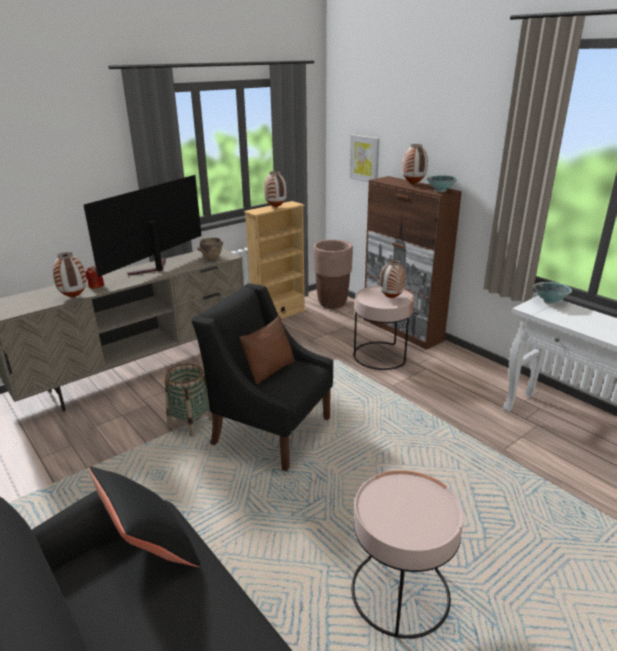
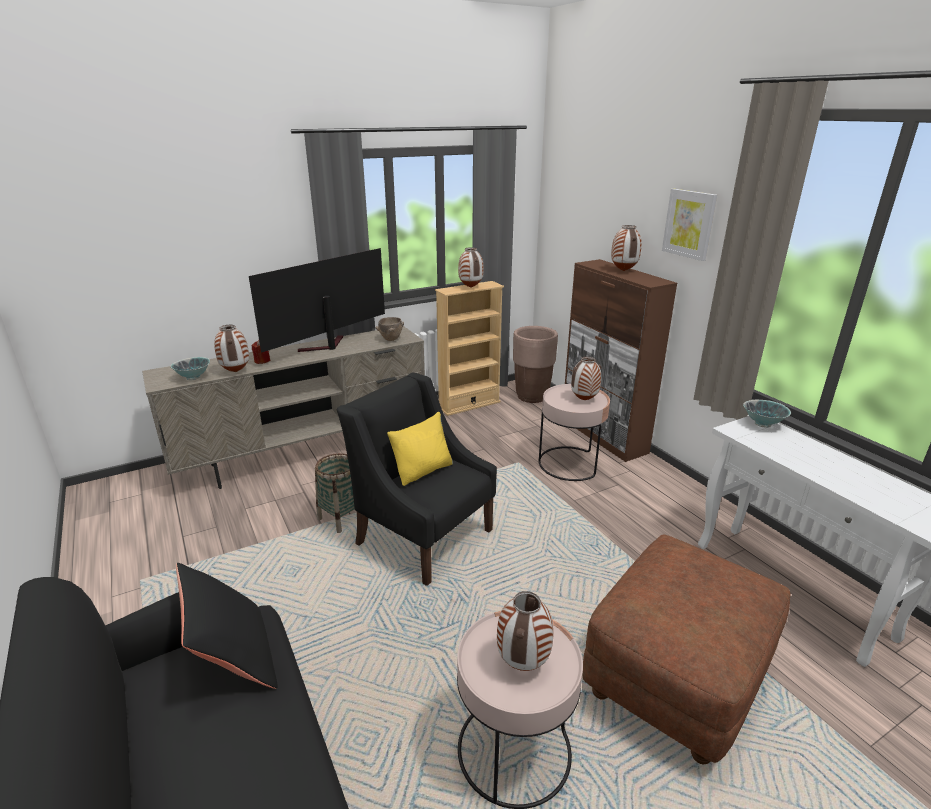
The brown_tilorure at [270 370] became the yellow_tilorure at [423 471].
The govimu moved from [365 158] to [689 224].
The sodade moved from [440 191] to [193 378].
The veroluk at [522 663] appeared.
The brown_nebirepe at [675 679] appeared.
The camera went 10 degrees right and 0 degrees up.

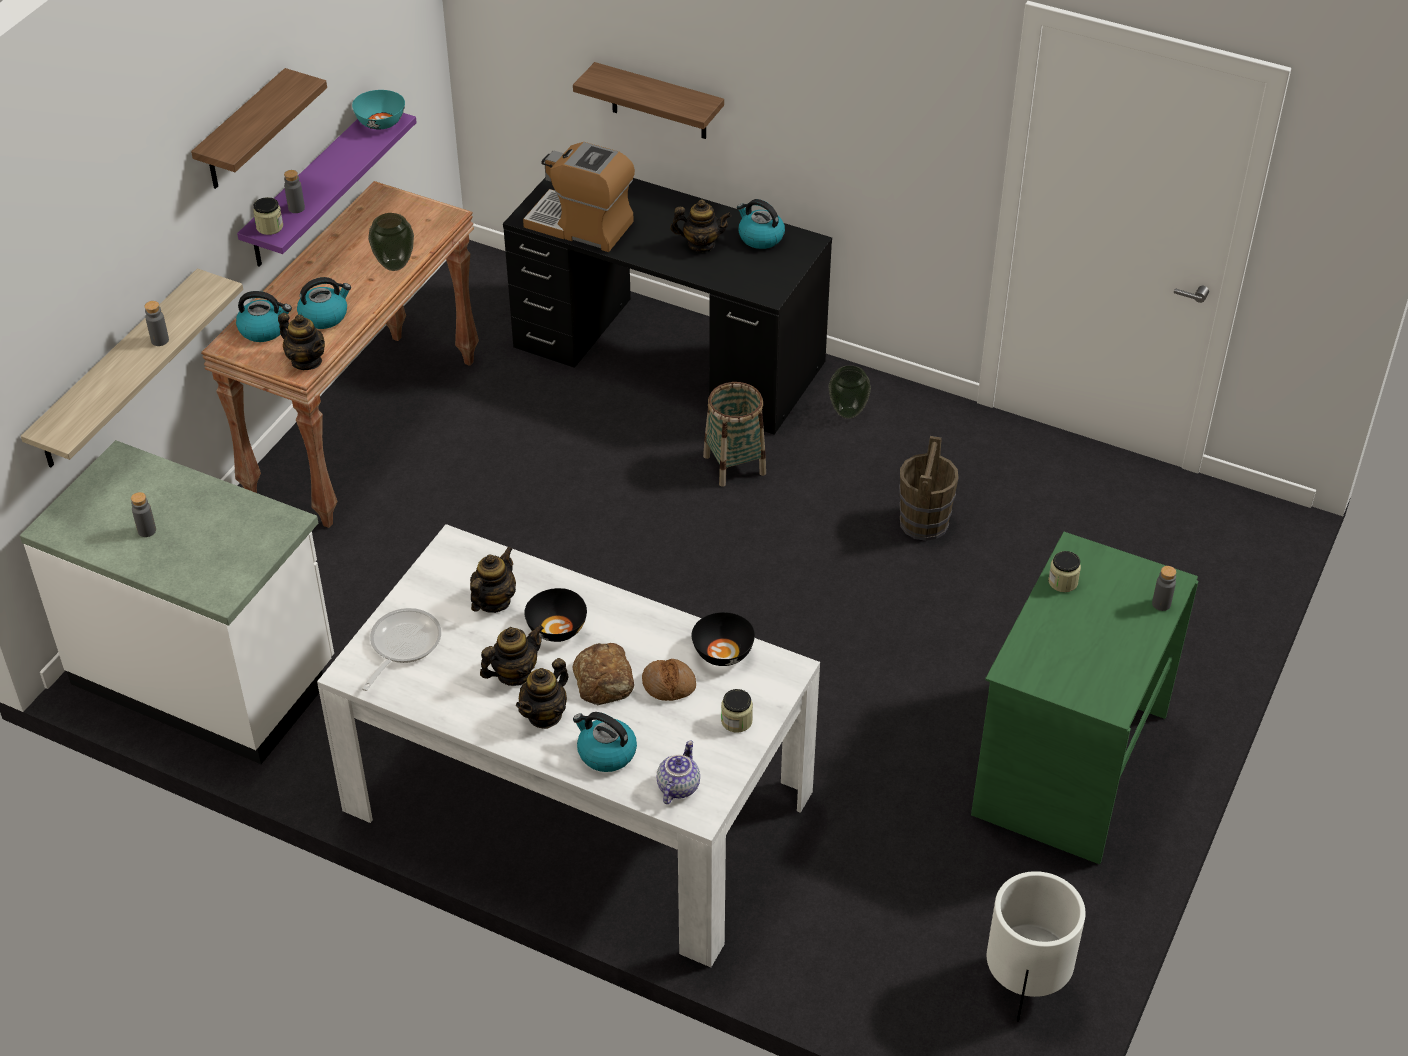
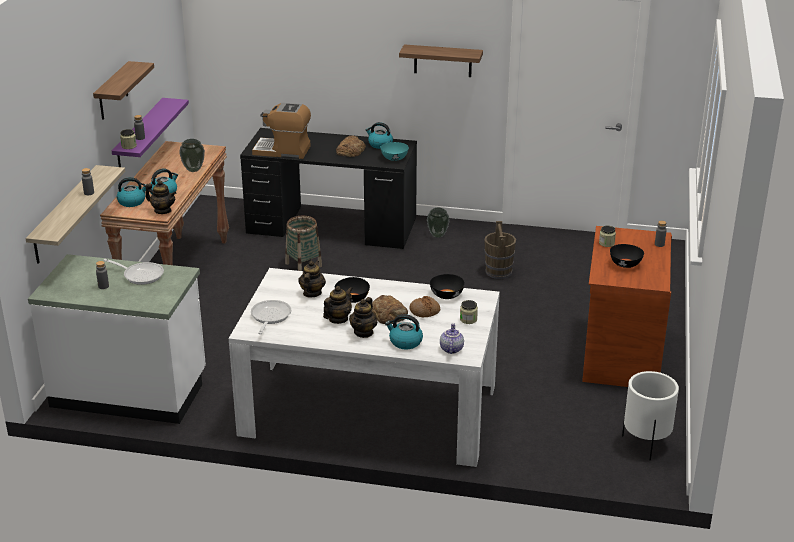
The turquoise_sodade moved from [380 122] to [394 158].
The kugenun moved from [659 102] to [443 61].
The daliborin at [701 244] was replaced by the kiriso at [350 150].
The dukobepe moved from [734 465] to [303 265].
The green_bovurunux at [1068 763] became the brown_bovurunux at [620 353].
The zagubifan at [140 275] appeared.
The black_sodade at [625 264] appeared.
The camera went 15 degrees left and 15 degrees down.

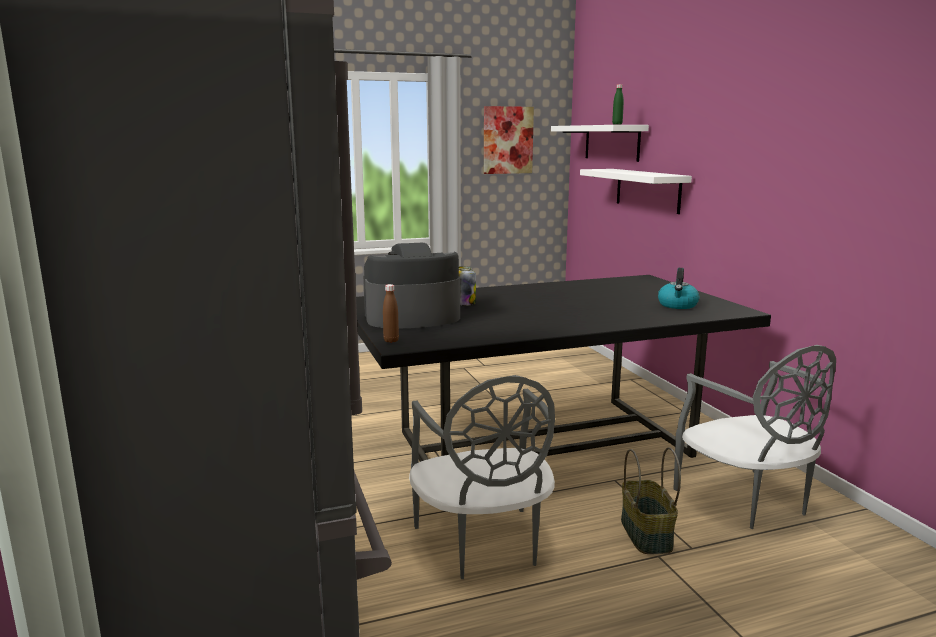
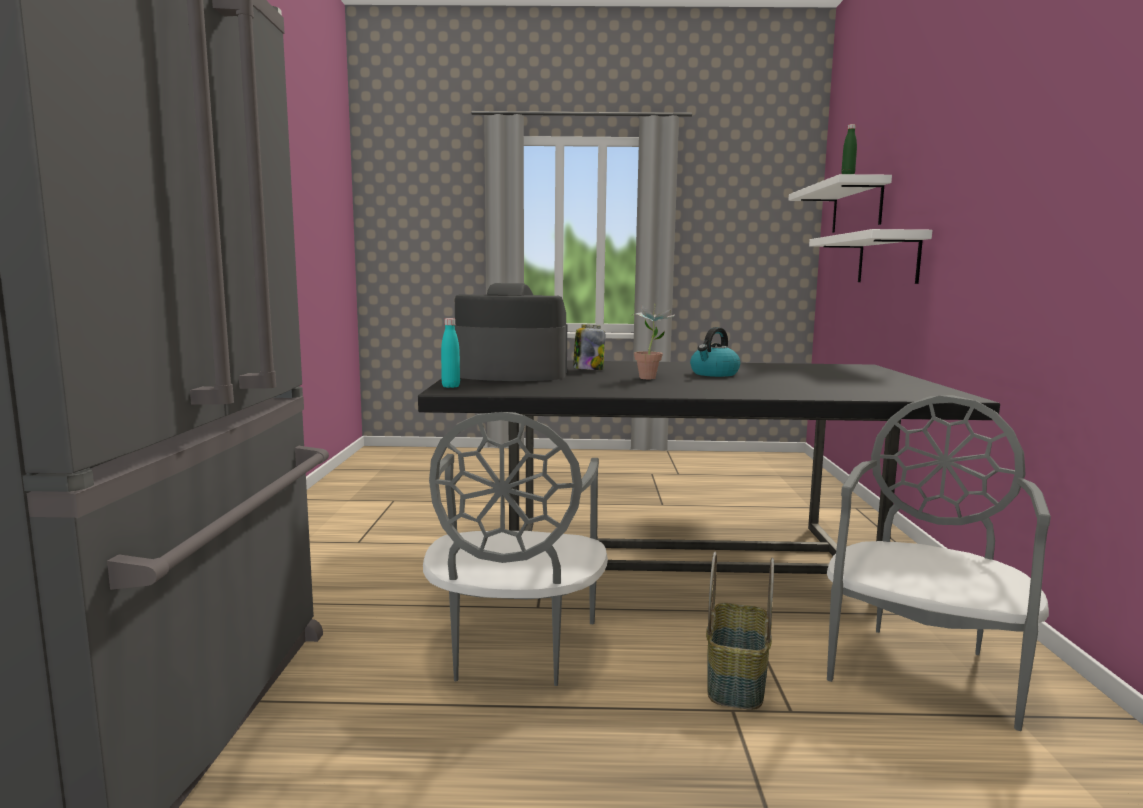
The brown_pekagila at [391 340] became the turquoise_pekagila at [451 386].
The govimu at [507 140] disappeared.
The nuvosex moved from [677 305] to [714 374].
The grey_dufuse at [746 500] turned 150 degrees counterclockwise.
The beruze at [651 377] appeared.
The camera went 20 degrees right and 5 degrees down.

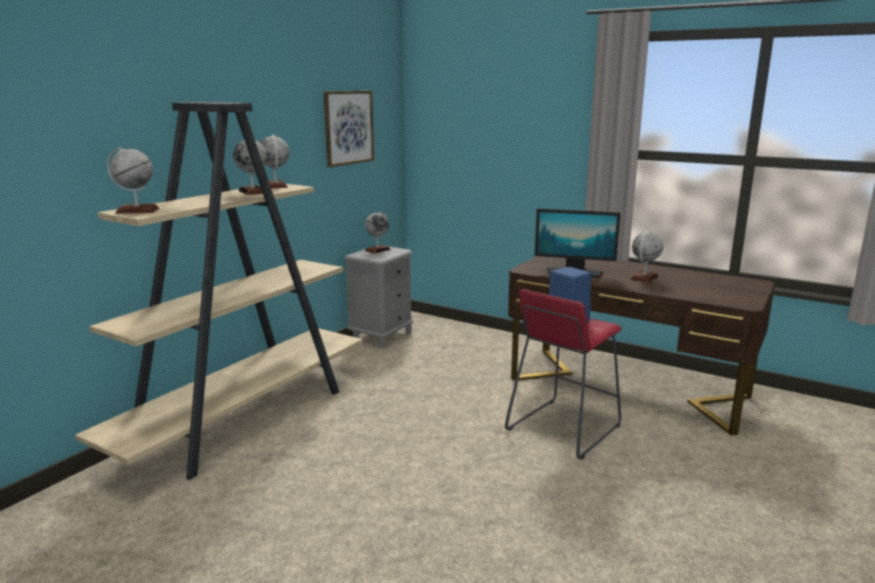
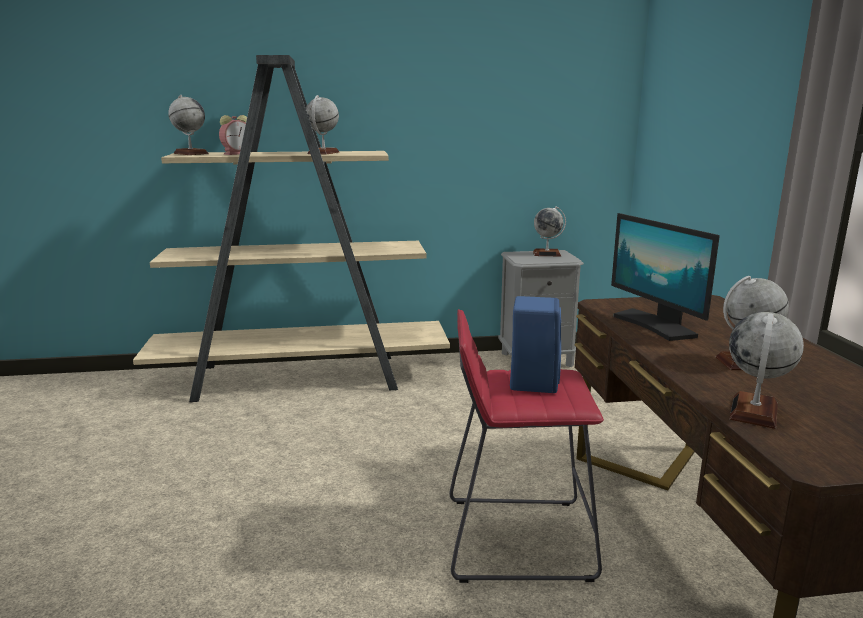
The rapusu moved from [276 186] to [754 412].
The govimu at [348 127] disappeared.
The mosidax at [238 154] appeared.
The camera went 50 degrees right and 0 degrees up.

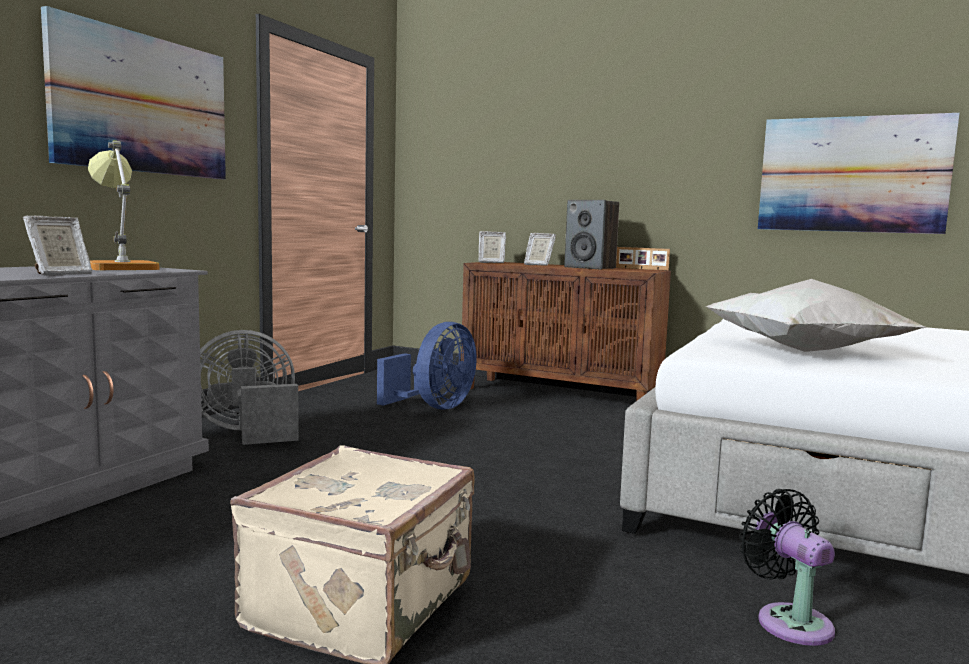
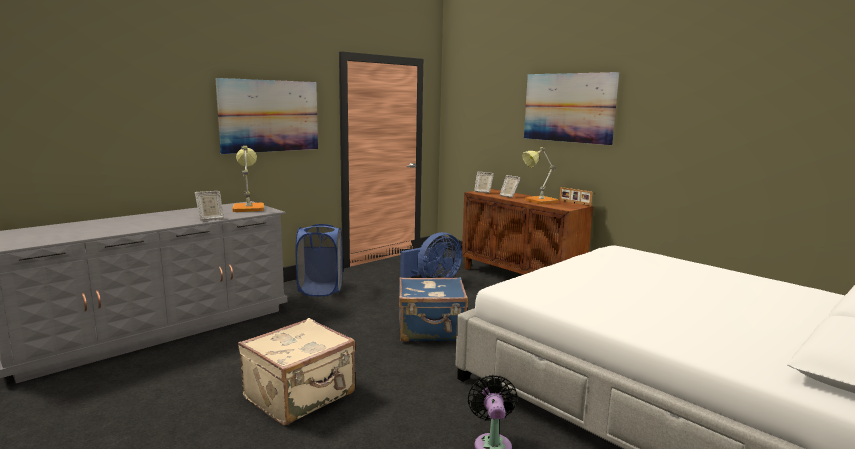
The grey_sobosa at [248 432] was replaced by the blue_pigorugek at [320 290].
The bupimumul at [590 268] was replaced by the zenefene at [538 201].
The white_tilorure at [806 352] disappeared.
The govimu moved from [852 175] to [568 107].
The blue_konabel at [431 331] appeared.
The camera went 20 degrees right and 5 degrees up.

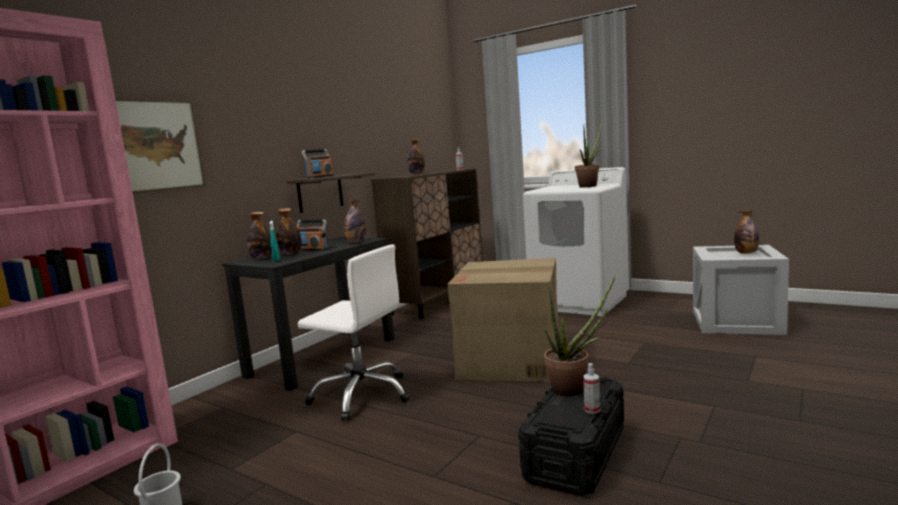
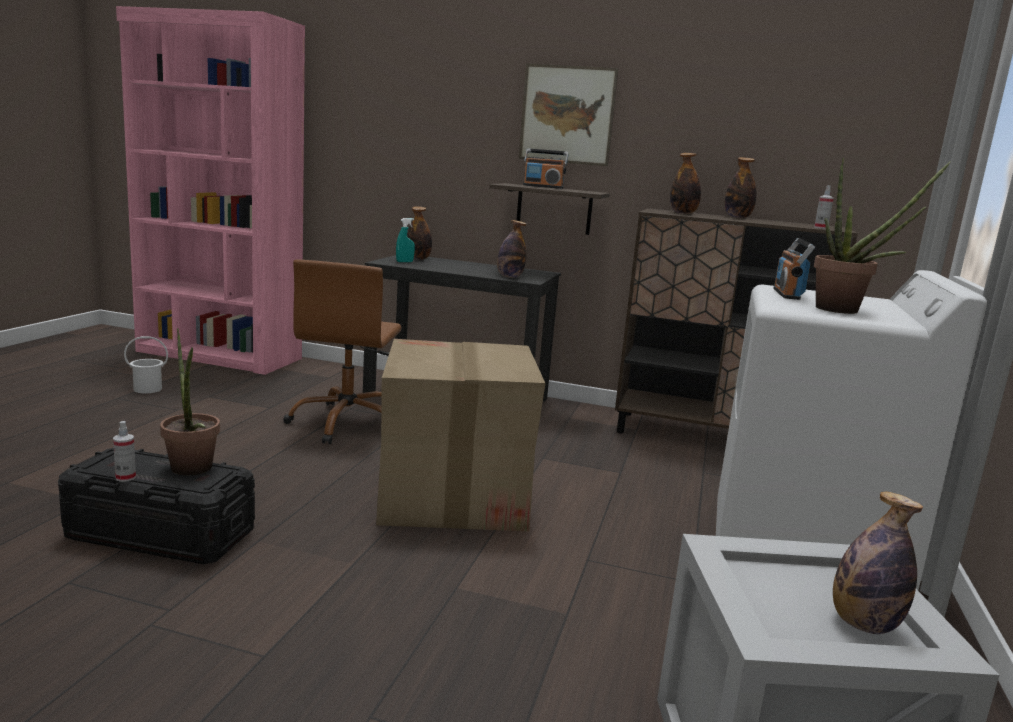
The govimu moved from [156 145] to [567 115].
The pekagila moved from [291 254] to [683 213].
The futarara moved from [312 249] to [787 294].
The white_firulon at [362 395] became the brown_firulon at [347 423].
The camera went 70 degrees right and 5 degrees up.

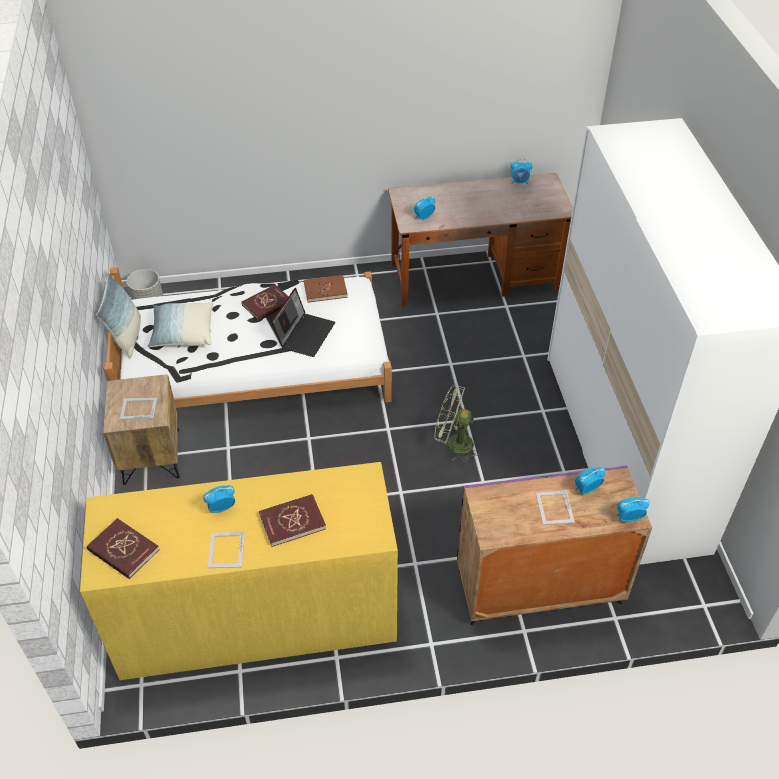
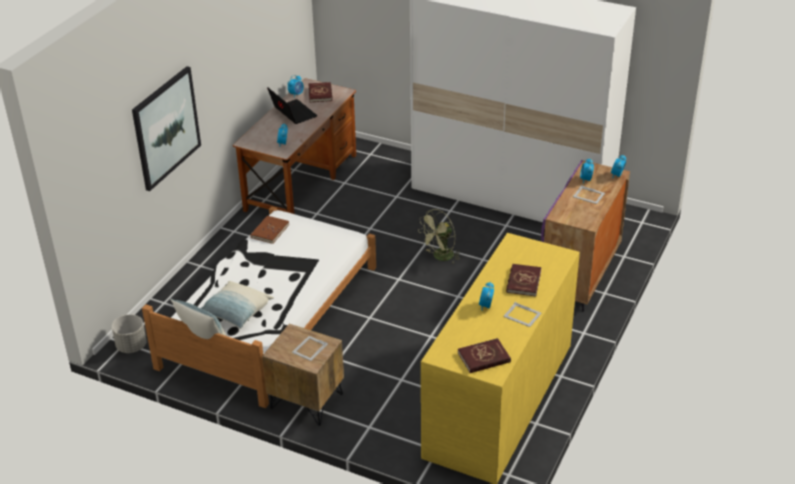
The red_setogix moved from [267 304] to [320 94].
The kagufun moved from [305 334] to [292 113].
The govimu at [166 127] appeared.
The camera went 55 degrees left and 10 degrees down.

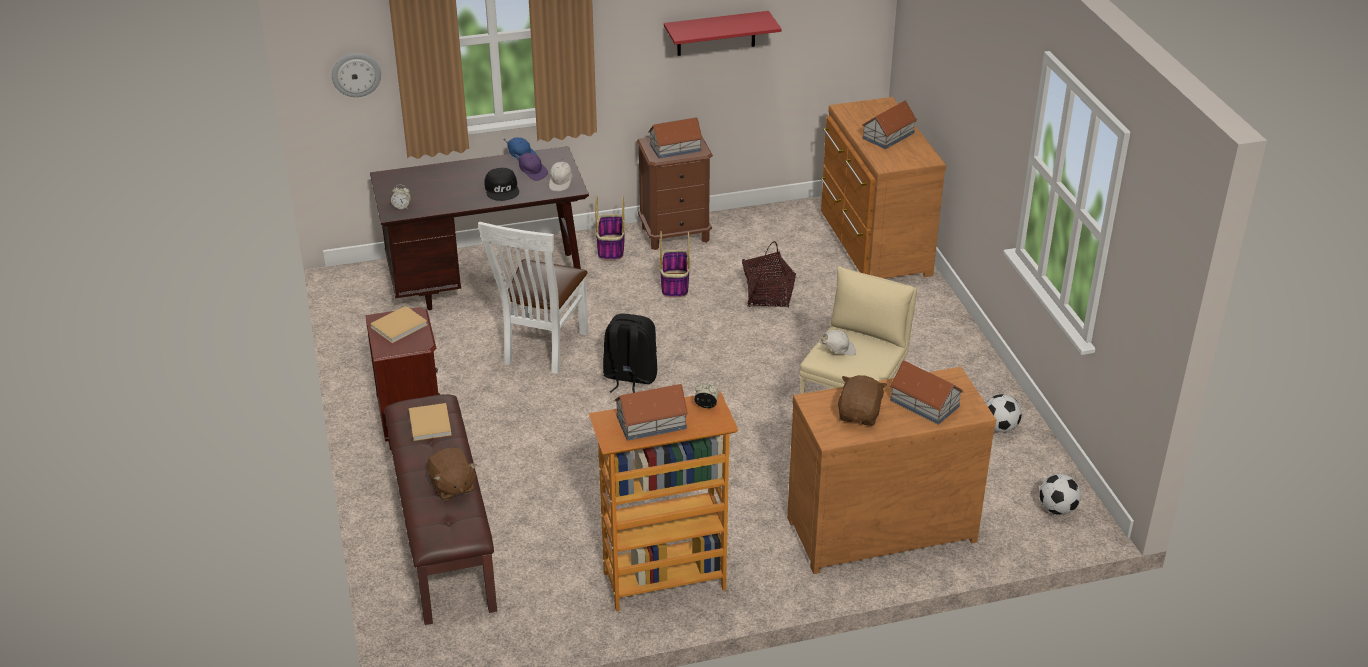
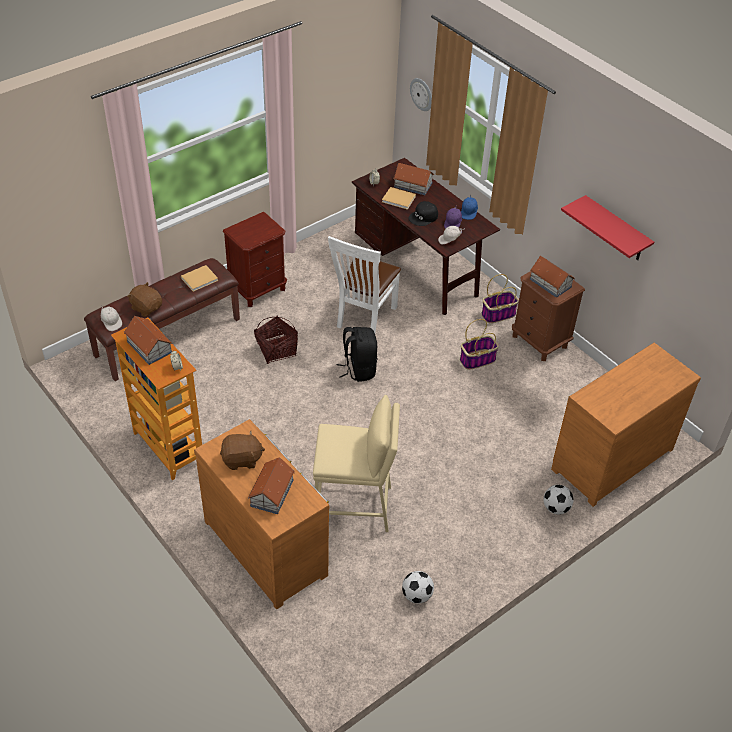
The beige_setogix moved from [400 325] to [399 199].
The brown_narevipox at [452 487] turned 90 degrees clockwise.
The white_dufuse at [541 350] turned 60 degrees counterclockwise.
The dukobepe moved from [767 296] to [276 350].
The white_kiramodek moved from [837 351] to [111 322].
The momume moved from [889 135] to [413 185].
The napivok moved from [1057 509] to [555 508].
The camera went 65 degrees right and 10 degrees up.

